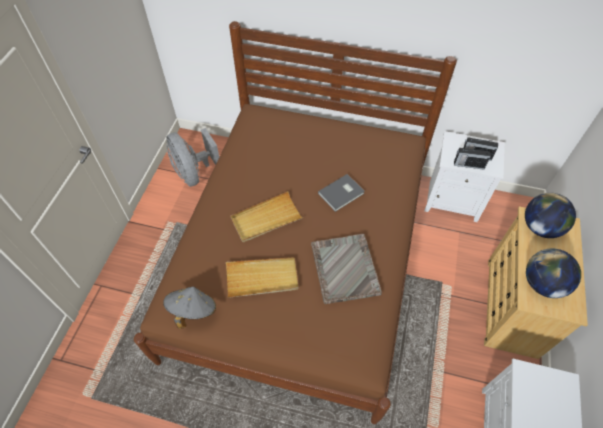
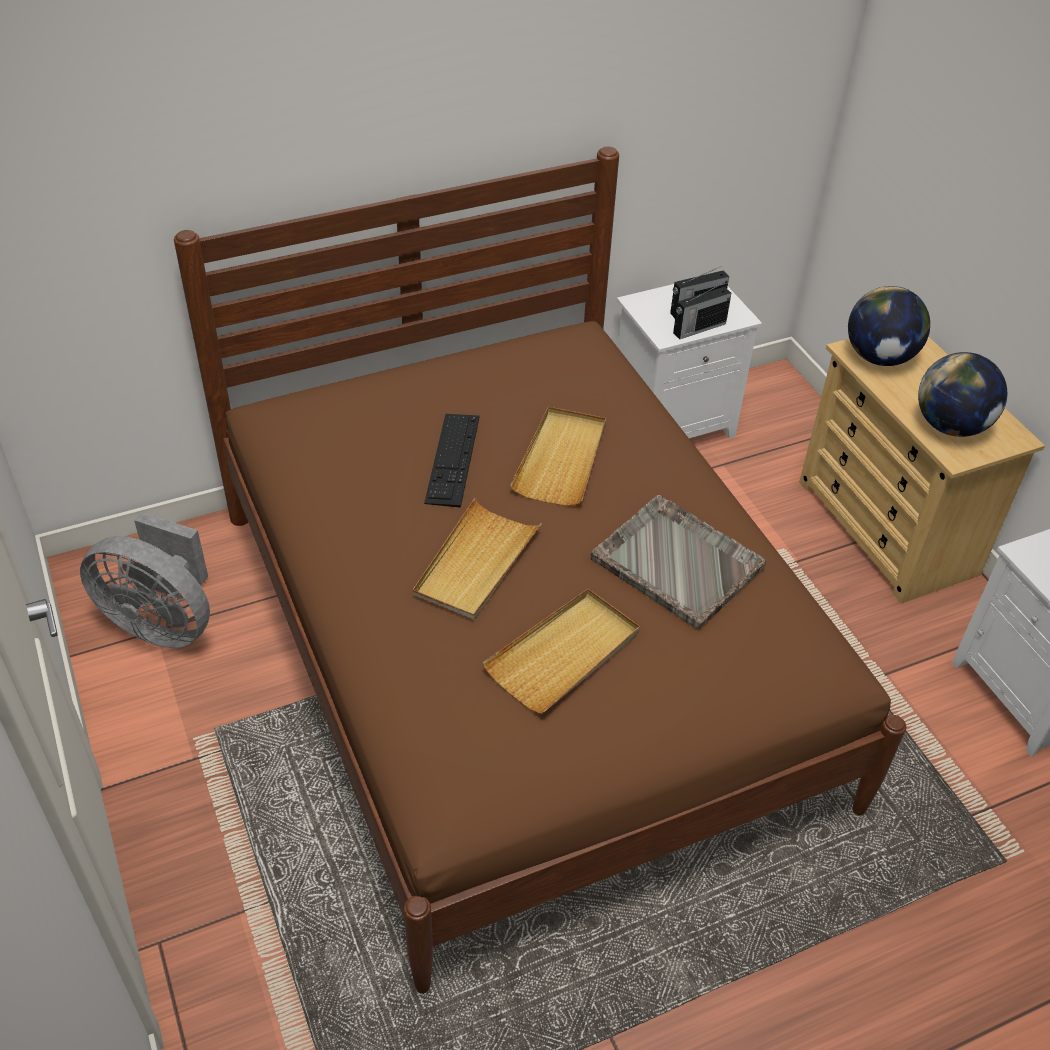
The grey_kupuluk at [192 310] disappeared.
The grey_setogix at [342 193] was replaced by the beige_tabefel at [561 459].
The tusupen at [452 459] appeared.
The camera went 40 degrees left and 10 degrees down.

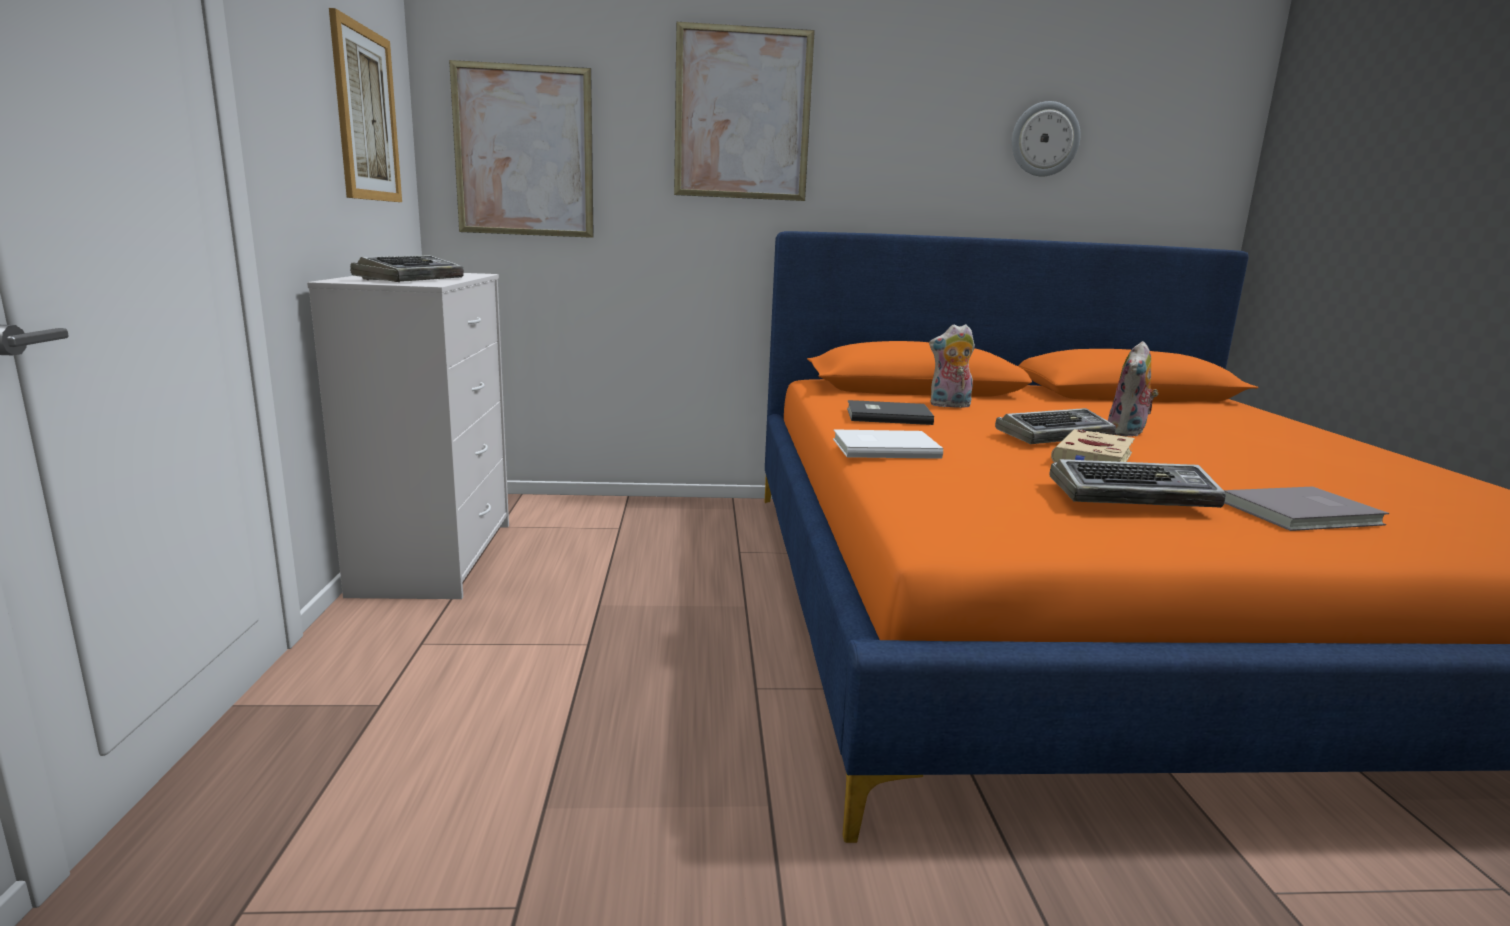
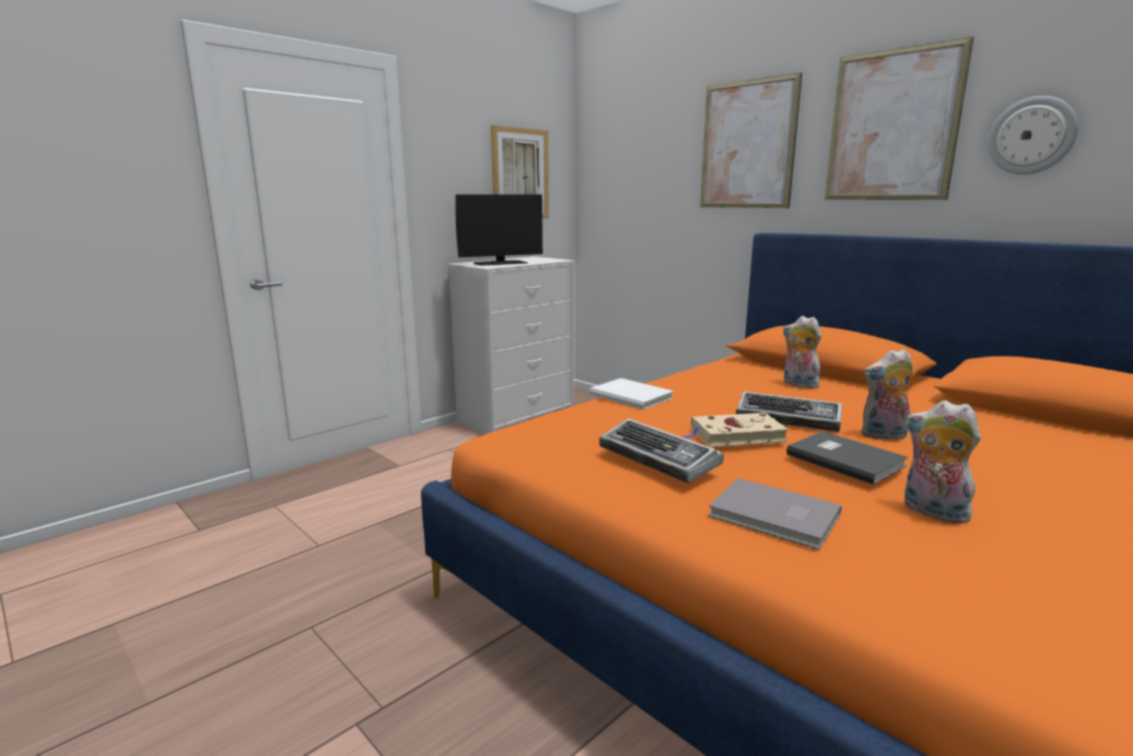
The tusupen at [411 279] was replaced by the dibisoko at [500 263].
The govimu moved from [524 152] to [892 126].
The grey_setogix moved from [887 415] to [844 459].
The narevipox at [931 512] appeared.
The camera went 50 degrees right and 0 degrees up.

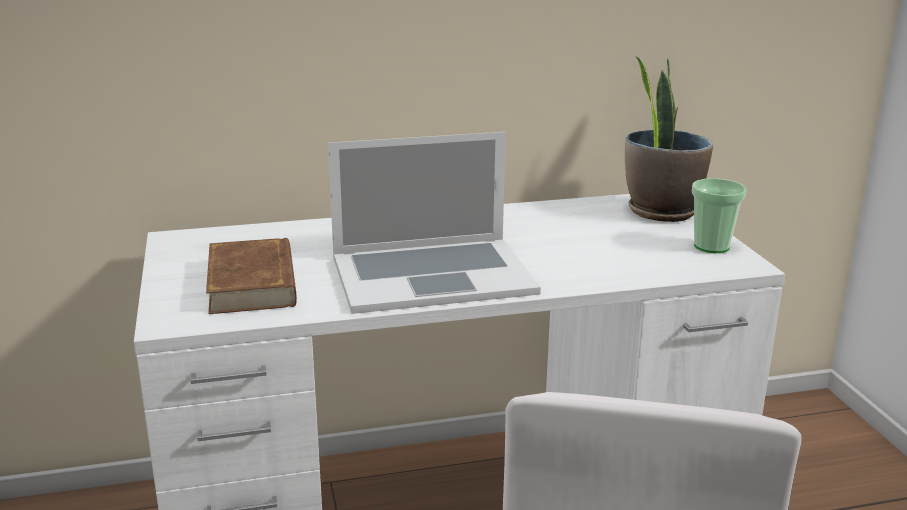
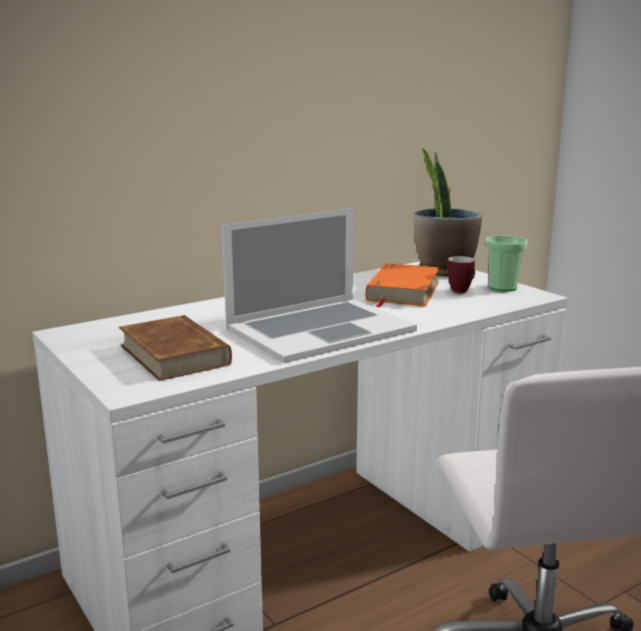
The orange_setogix at [402 291] appeared.
The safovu at [461 290] appeared.
The camera went 20 degrees left and 5 degrees down.

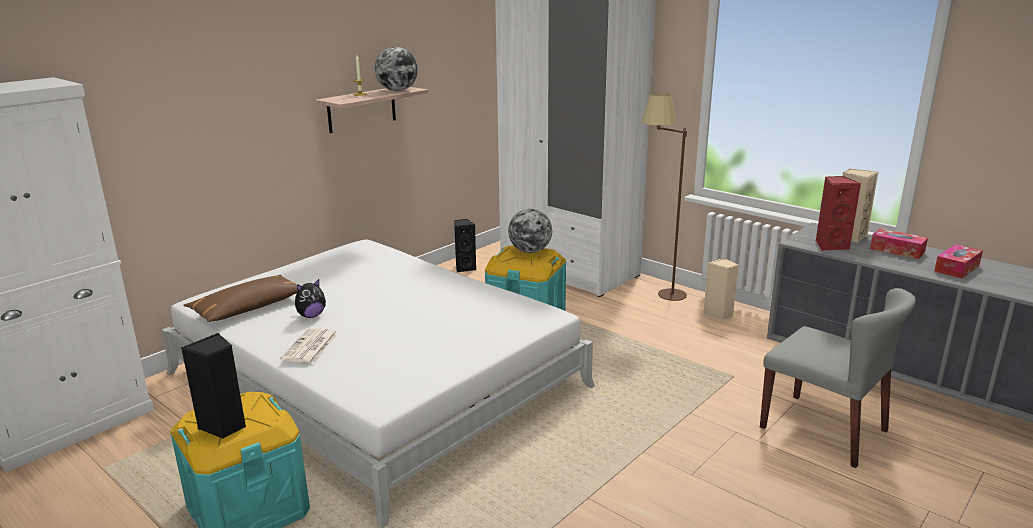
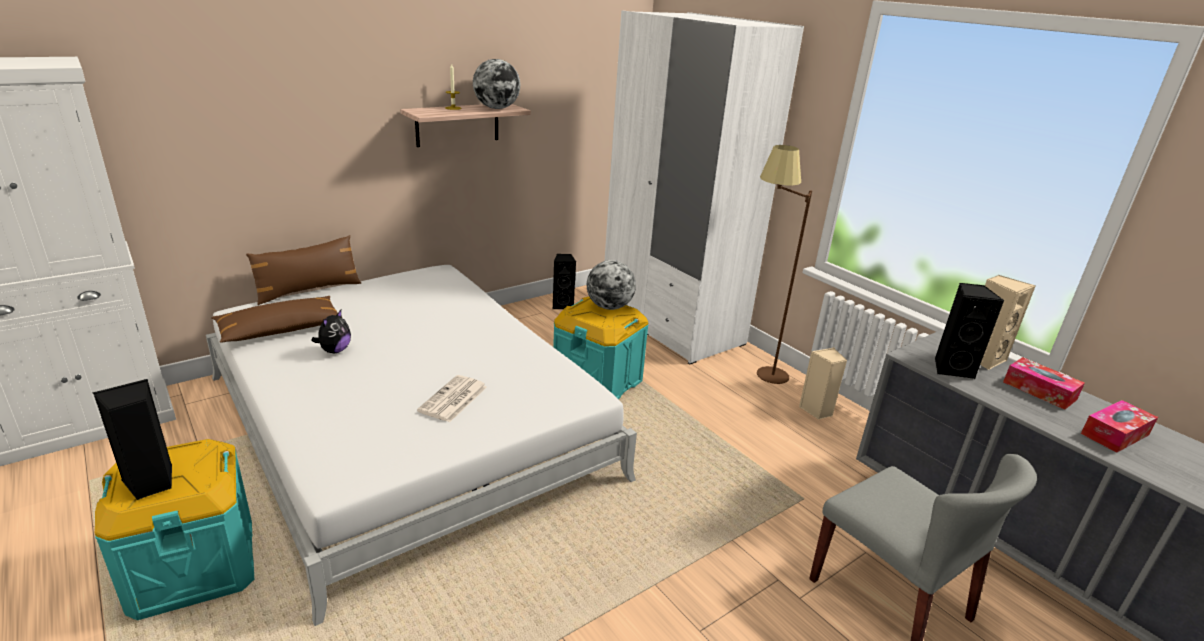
The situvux moved from [310 347] to [453 399].
The narevipox at [311 315] turned 45 degrees counterclockwise.
The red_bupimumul at [830 245] became the black_bupimumul at [952 368].
The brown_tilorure at [309 290] appeared.
The camera went 10 degrees right and 5 degrees up.

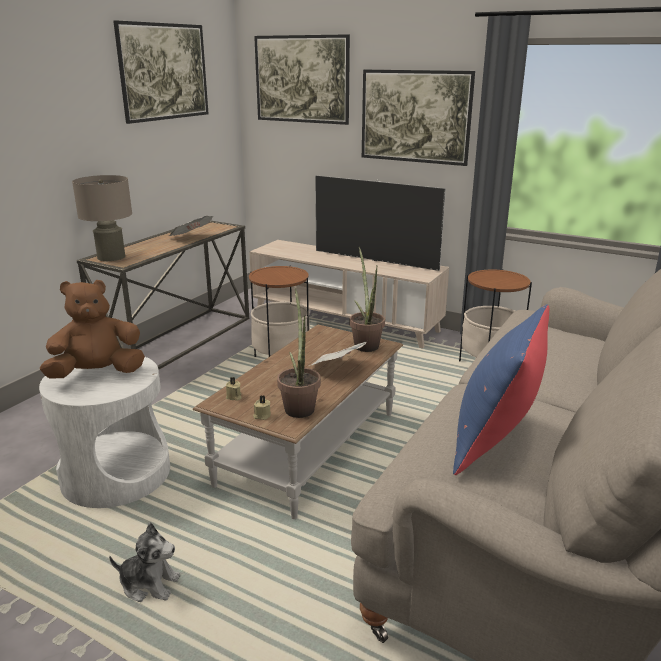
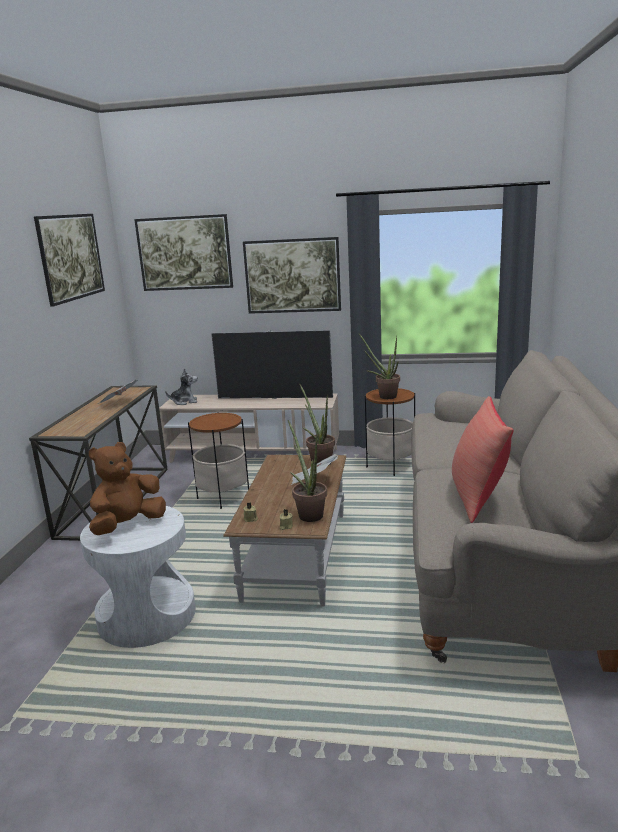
The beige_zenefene at [111 257] disappeared.
The narevipox moved from [149 584] to [184 402].
The blue_tilorure at [495 440] became the red_tilorure at [478 497].
The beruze at [384 396] appeared.
The camera went 20 degrees left and 5 degrees down.

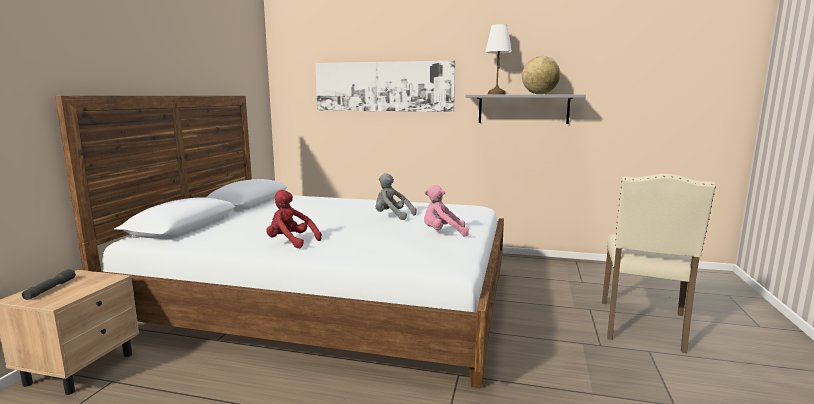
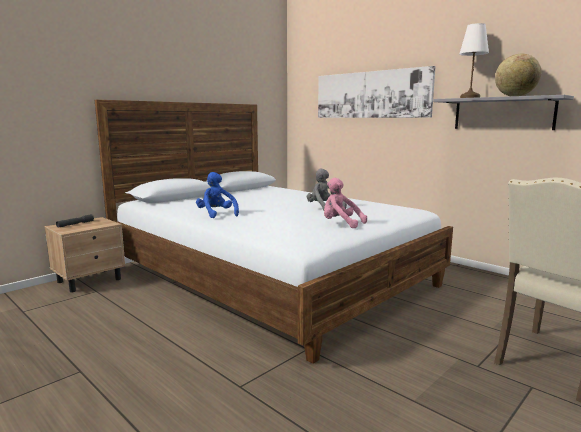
The red_narevipox at [291 242] became the blue_narevipox at [216 214].
The camera went 30 degrees right and 0 degrees up.

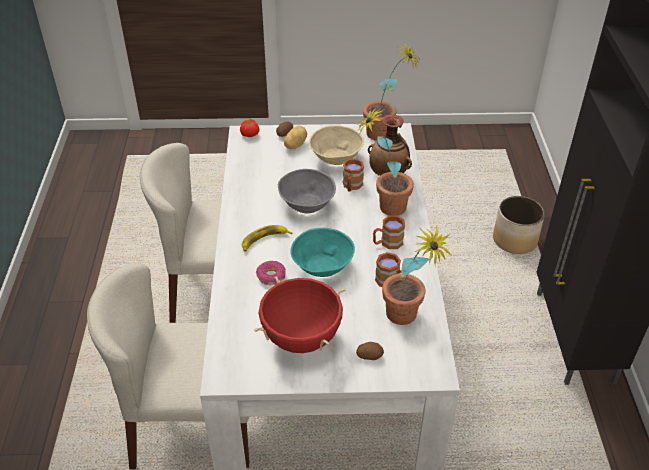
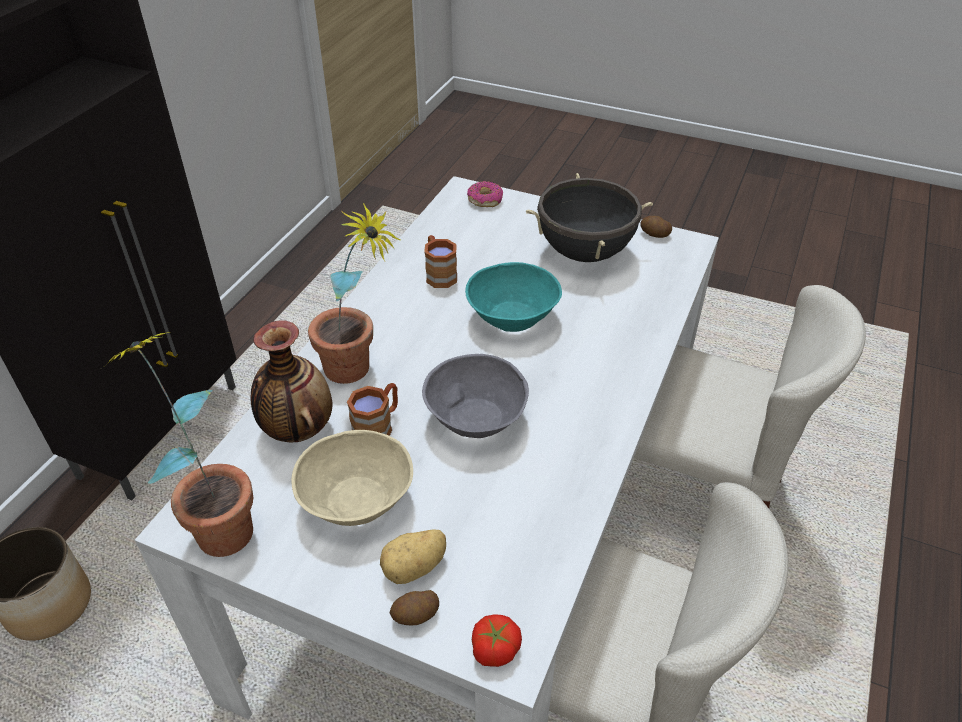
The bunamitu at [264 240] disappeared.
The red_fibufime at [301 337] became the black_fibufime at [584 252].
The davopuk moved from [271 277] to [485 200].
The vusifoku moved from [369 355] to [654 234].
The brown_safovu at [387 243] disappeared.
The beruze at [407 319] disappeared.
The camera went 155 degrees left and 0 degrees up.

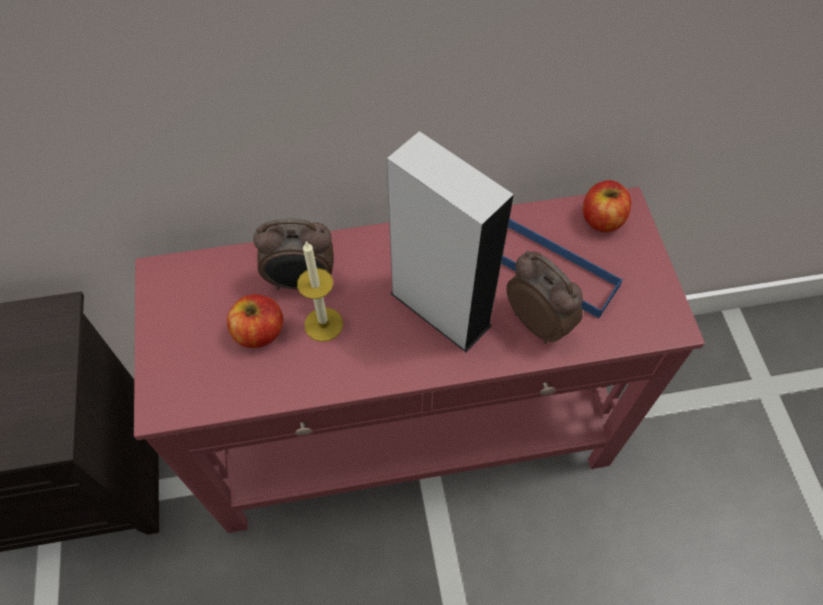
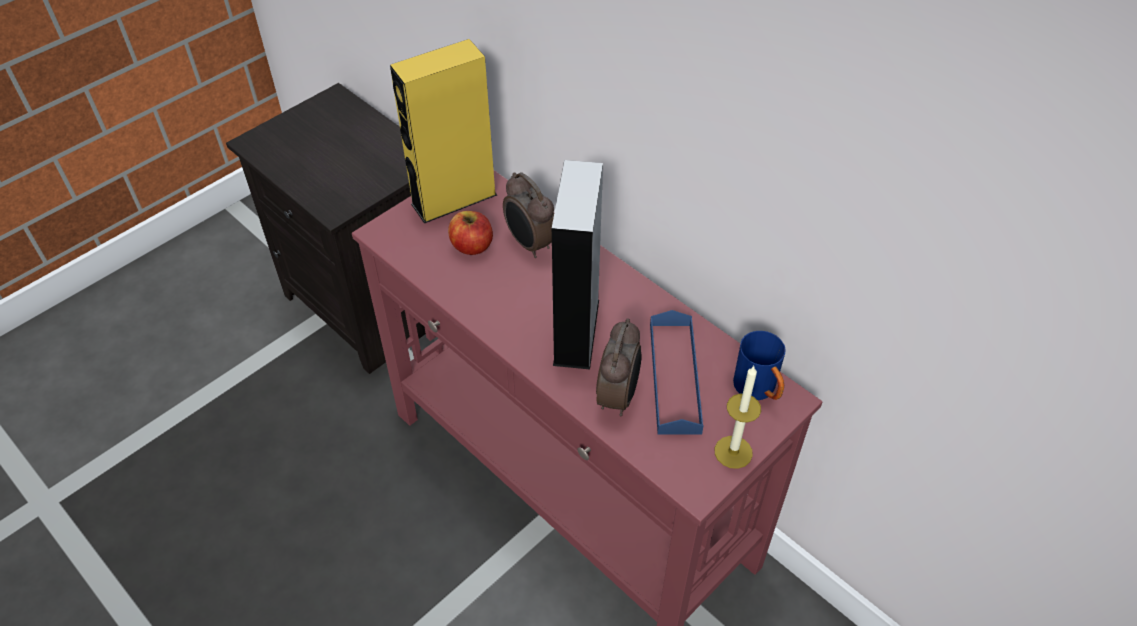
The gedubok moved from [323 324] to [733 452].
The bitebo at [601 219] was replaced by the blue_safovu at [759 390].
The yellow_bupimumul at [454 199] appeared.
The camera went 55 degrees right and 10 degrees down.

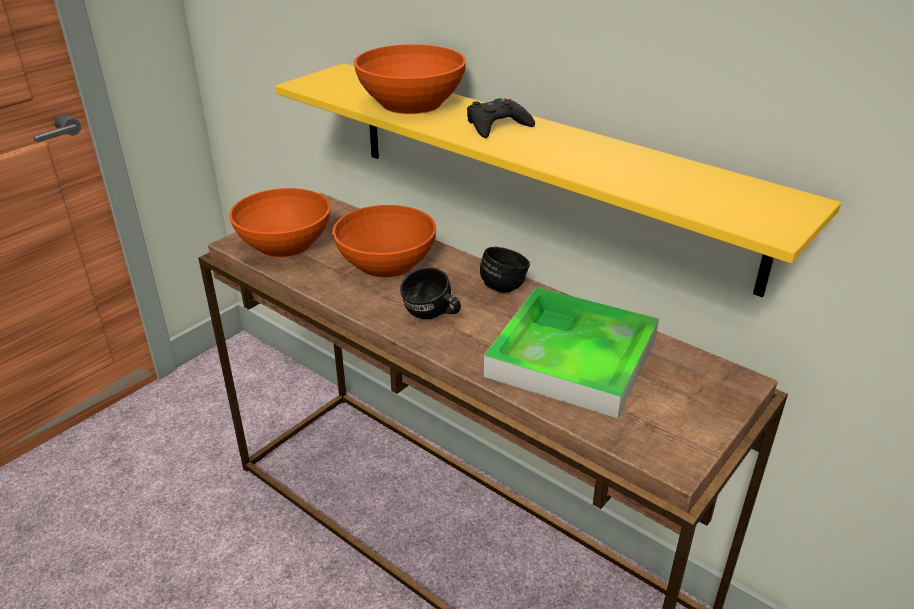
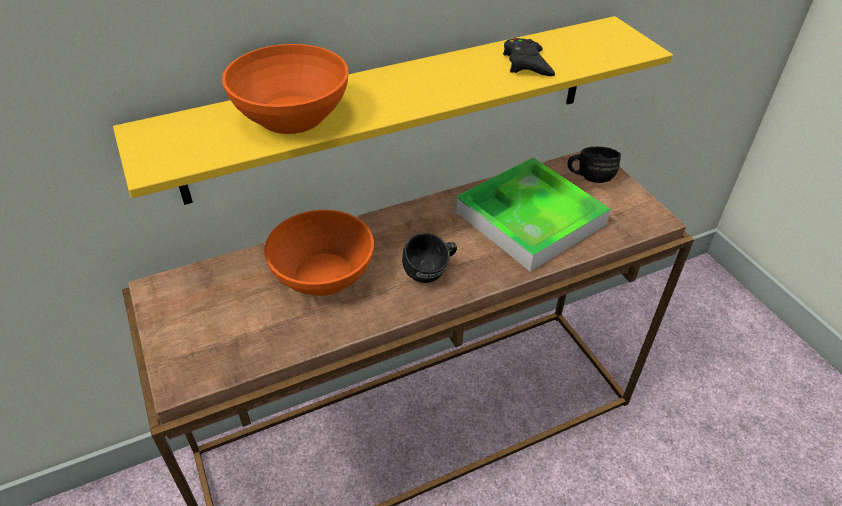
The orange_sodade at [284 243] disappeared.
The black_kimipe moved from [497 125] to [526 64].
The black_safovu moved from [502 284] to [589 177].
The camera went 65 degrees left and 10 degrees up.

